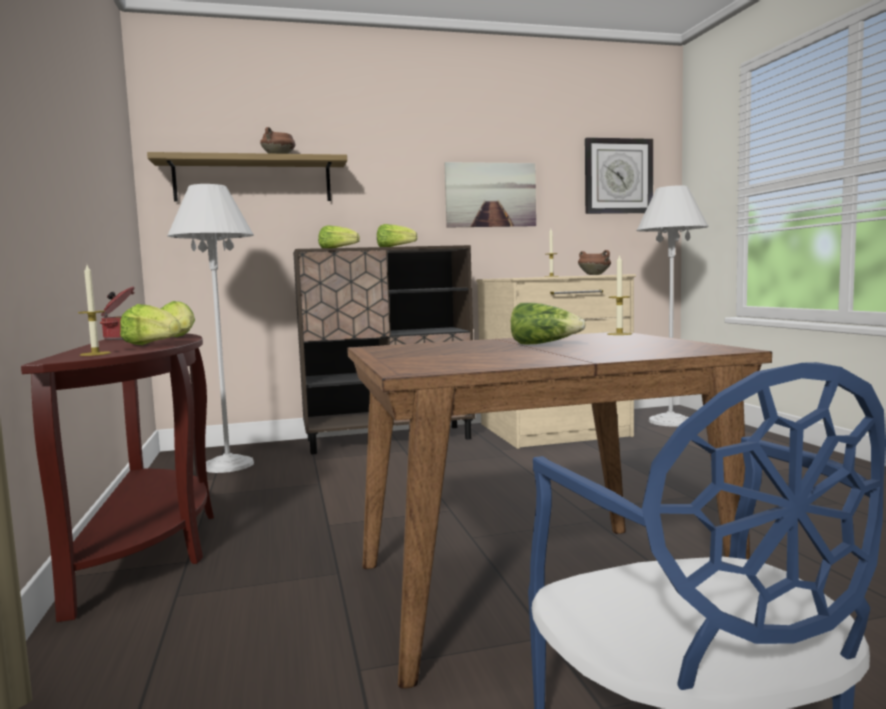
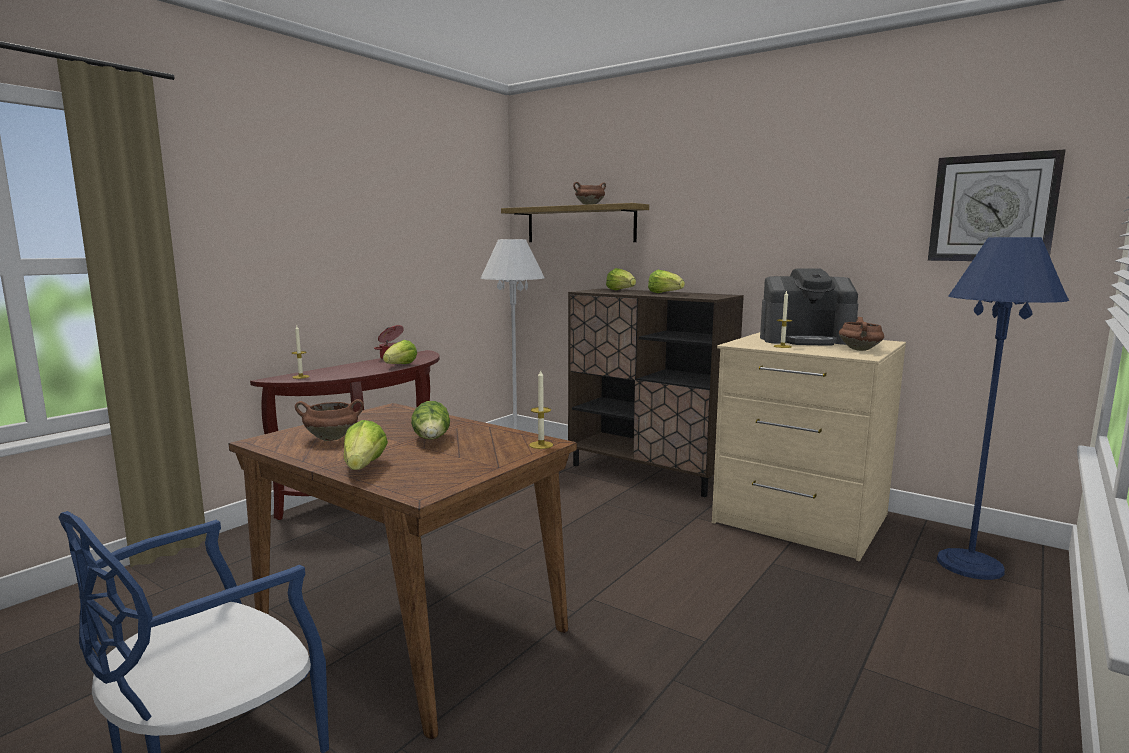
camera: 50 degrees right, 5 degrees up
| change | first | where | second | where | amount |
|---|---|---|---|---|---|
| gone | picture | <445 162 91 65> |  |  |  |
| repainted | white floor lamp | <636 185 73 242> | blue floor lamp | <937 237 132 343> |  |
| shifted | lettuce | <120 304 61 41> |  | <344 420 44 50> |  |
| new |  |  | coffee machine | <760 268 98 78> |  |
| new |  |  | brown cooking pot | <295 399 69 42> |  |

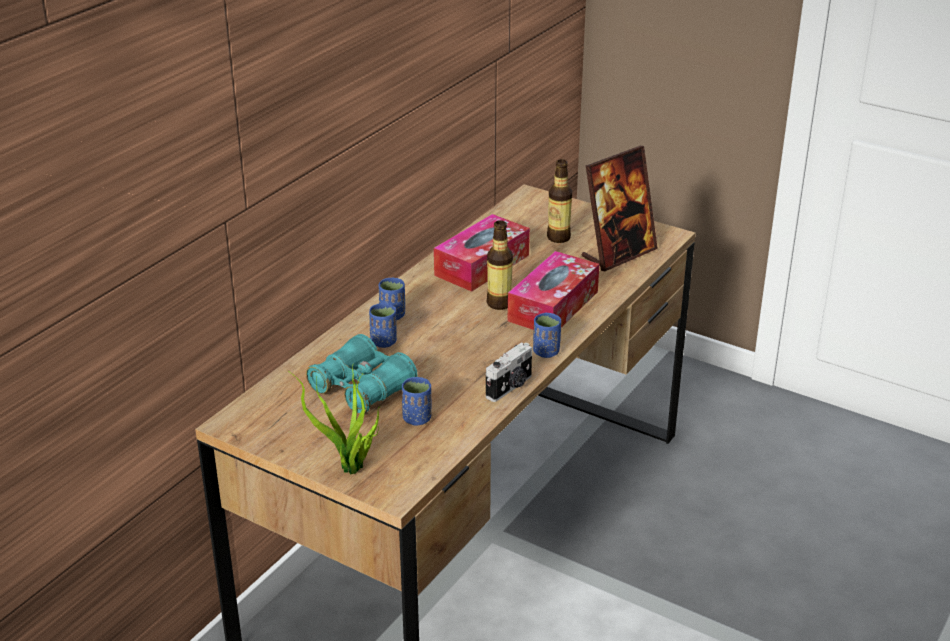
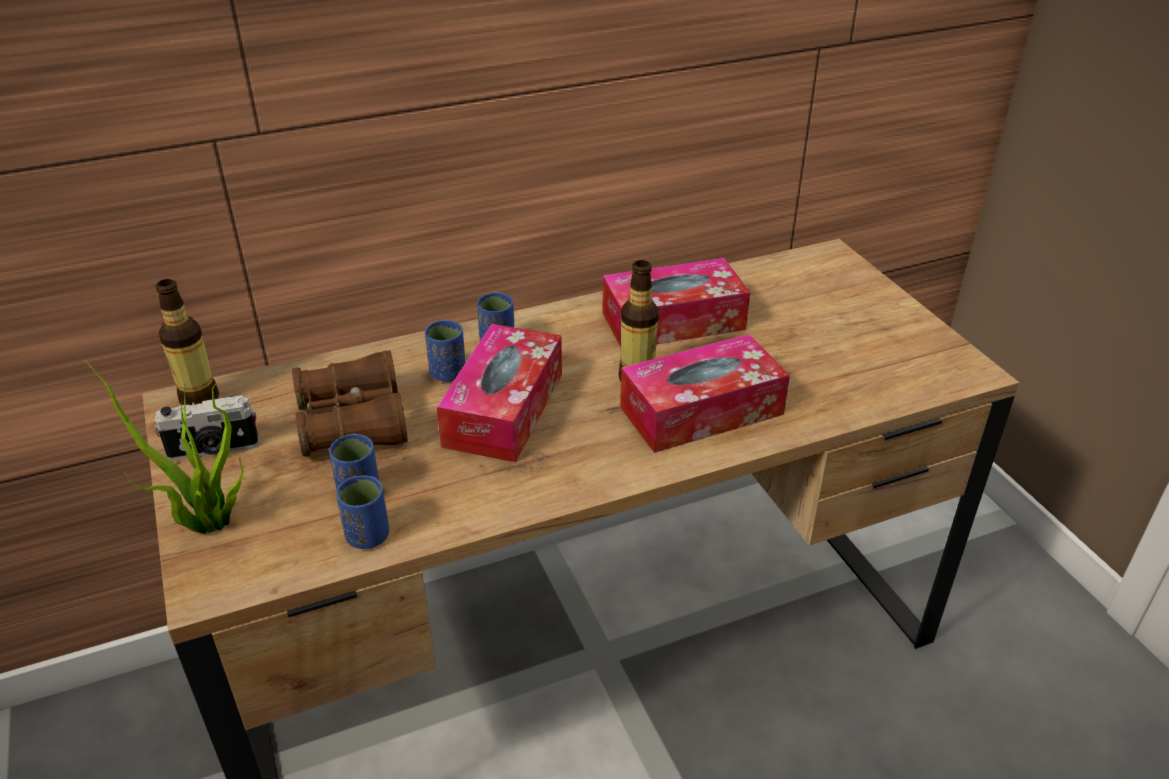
camera: 35 degrees right, 5 degrees up
| change | first | where | second | where | amount |
|---|---|---|---|---|---|
| gone | picture frame | <582 146 76 125> |  |  |  |
| shifted | bottle | <547 159 25 84> |  | <156 279 63 126> |  |
| shifted | blue cup | <533 313 28 45> |  | <336 475 53 74> |  |
| repainted | turquoise binoculars | <306 334 112 80> | brown binoculars | <292 350 116 107> |  |
| shifted | photo camera | <486 342 46 60> |  | <154 395 105 66> |  |
| new |  |  | tissue box | <437 324 125 138> |  |

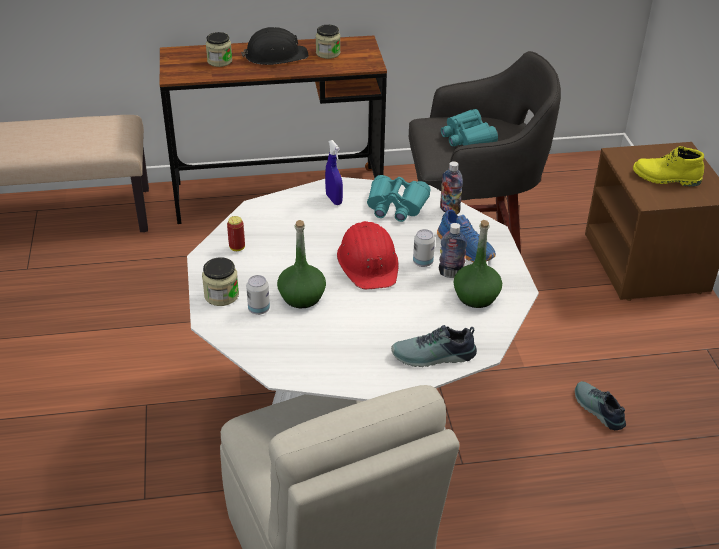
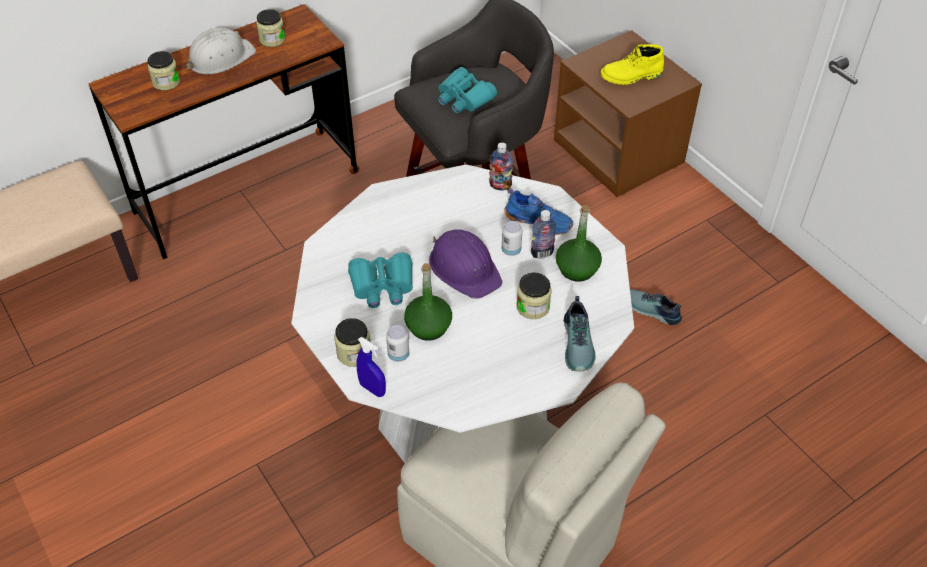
camera: 25 degrees left, 10 degrees up
| change | first | where | second | where | amount |
|---|---|---|---|---|---|
| repainted | black hard hat | <241 27 67 38> | white hard hat | <187 28 69 46> |  |
| shifted | blue spray bottle | <325 140 18 65> |  | <356 337 30 60> |  |
| shifted | turquoise binoculars | <367 175 64 47> |  | <348 253 65 55> |  |
| gone | can | <227 216 18 35> |  |  |  |
| repainted | red hard hat | <337 221 62 68> | purple hard hat | <429 229 73 70> |  |
| rotated | shoe | <391 325 86 42> |  | <564 296 32 76> | 60 degrees counterclockwise |
| new |  |  | jar | <516 273 36 46> |  |

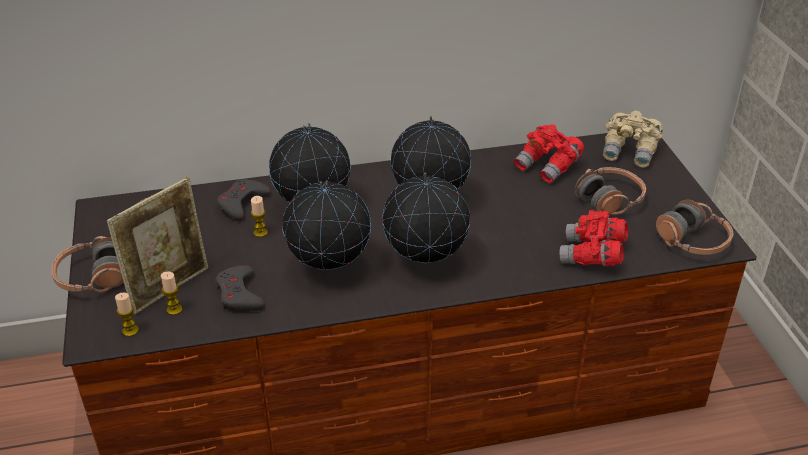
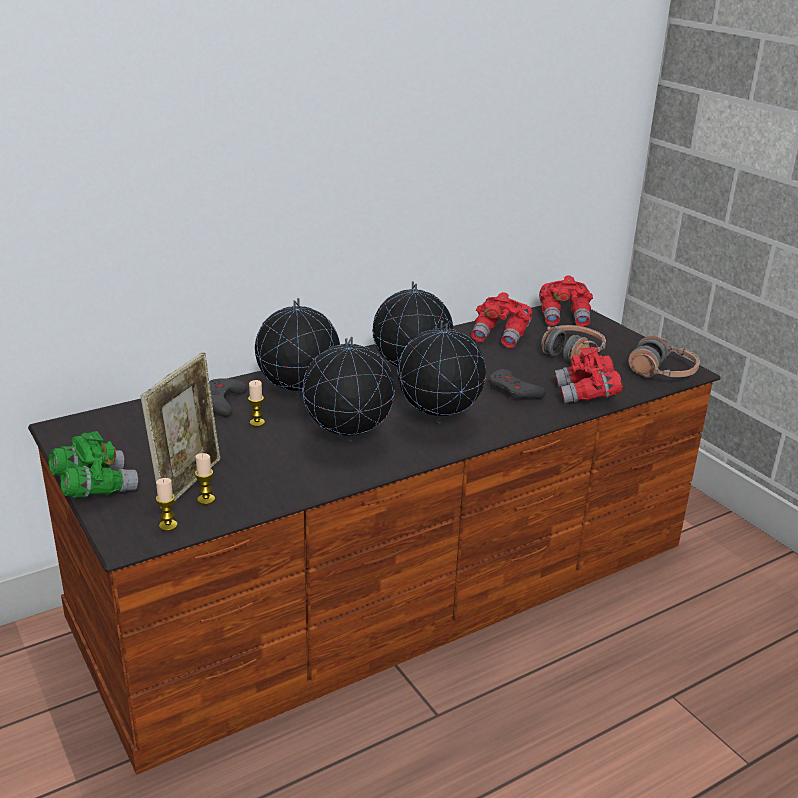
camera: 20 degrees left, 10 degrees down
| change | first | where | second | where | amount |
|---|---|---|---|---|---|
| repainted | beige binoculars | <603 111 60 57> | red binoculars | <539 276 54 51> |  |
| swapped | headphones | <51 236 73 57> | green binoculars | <48 431 90 67> |  |
| shifted | grey game controller | <216 265 49 46> |  | <489 369 57 33> |  |

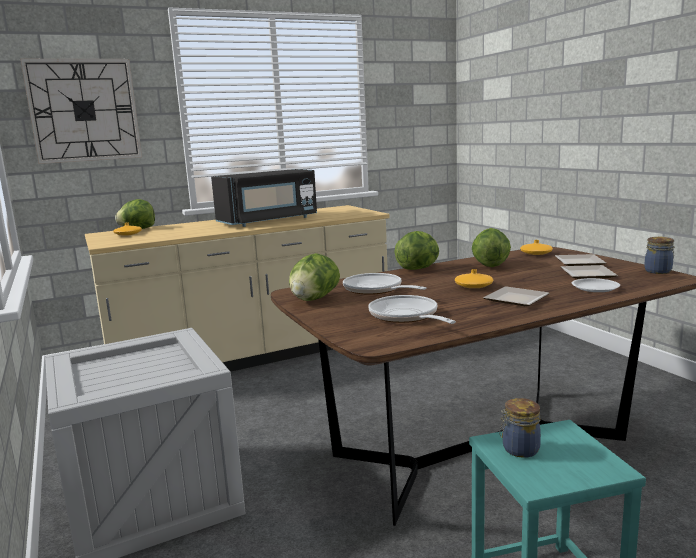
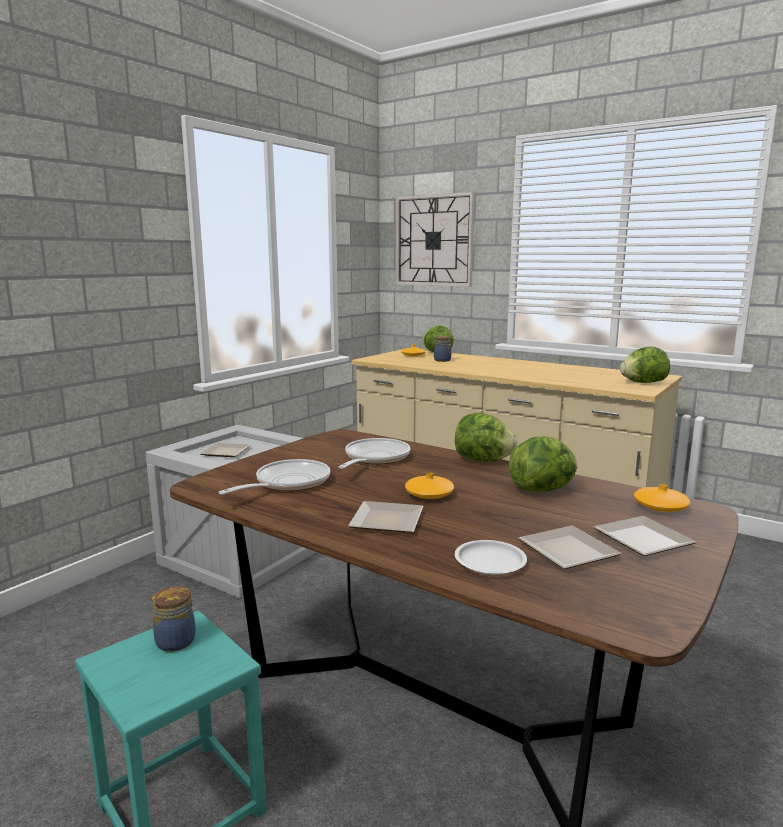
camera: 60 degrees right, 0 degrees up
| change | first | where | second | where | amount |
|---|---|---|---|---|---|
| gone | black microwave | <211 169 106 58> |  |  |  |
| shifted | jar | <644 237 31 37> |  | <434 336 17 26> |  |
| shifted | lettuce | <289 253 51 48> |  | <620 347 50 36> |  |
| new |  |  | plate | <200 443 51 14> |  |

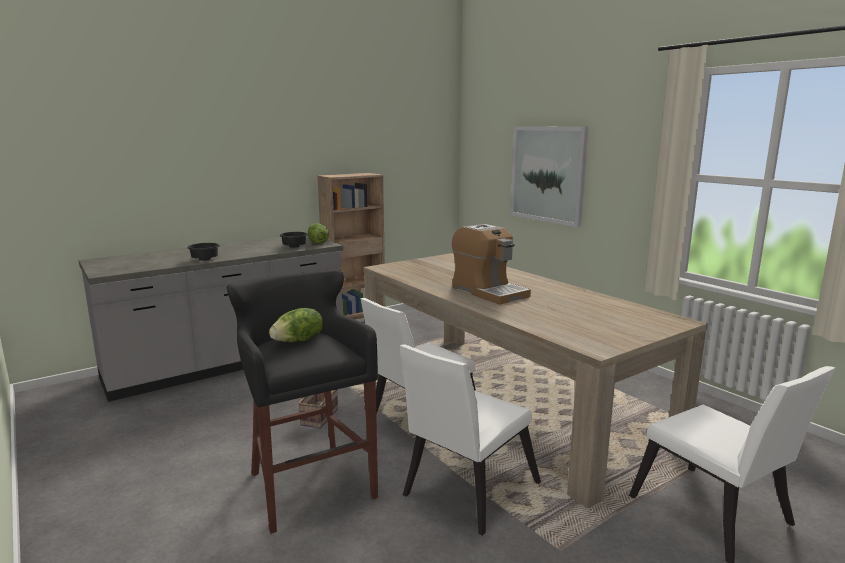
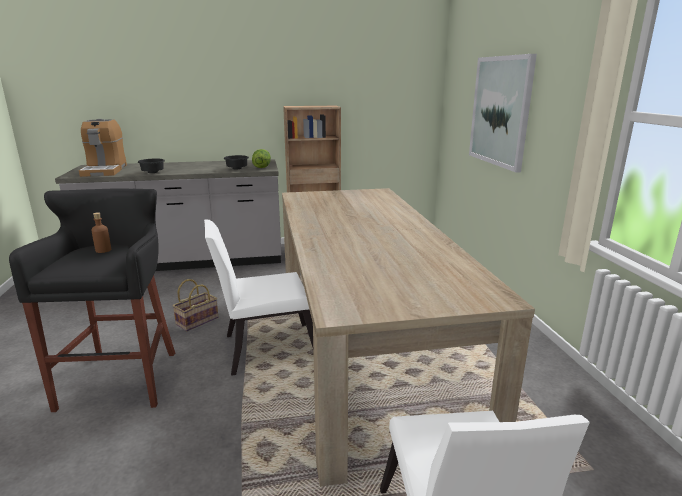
camera: 25 degrees right, 5 degrees up
| change | first | where | second | where | amount |
|---|---|---|---|---|---|
| shifted | coffee machine | <452 224 79 81> |  | <79 119 48 58> |  |
| swapped | lettuce | <269 308 54 34> | brown bottle | <91 212 20 41> |  |
| gone | white chair | <400 344 141 192> |  |  |  |

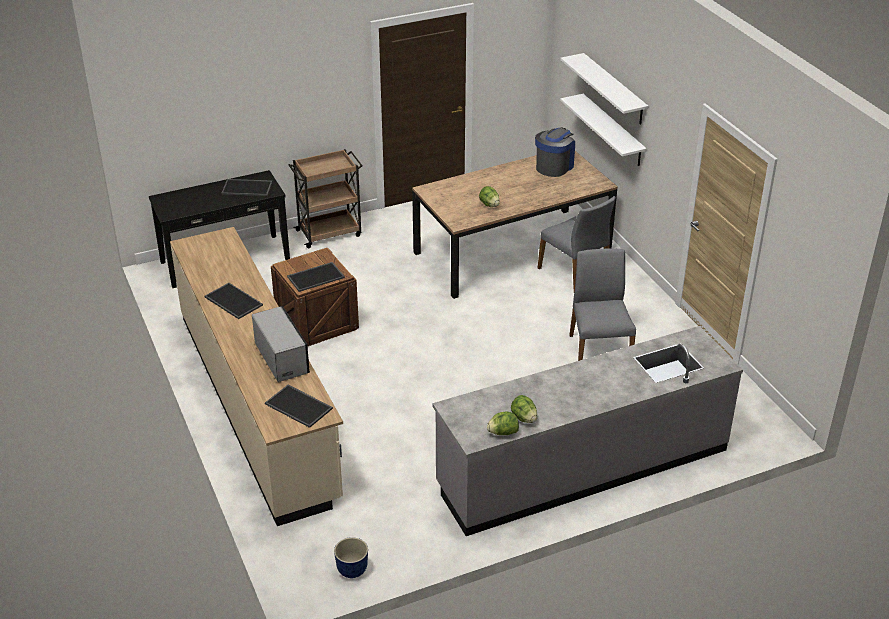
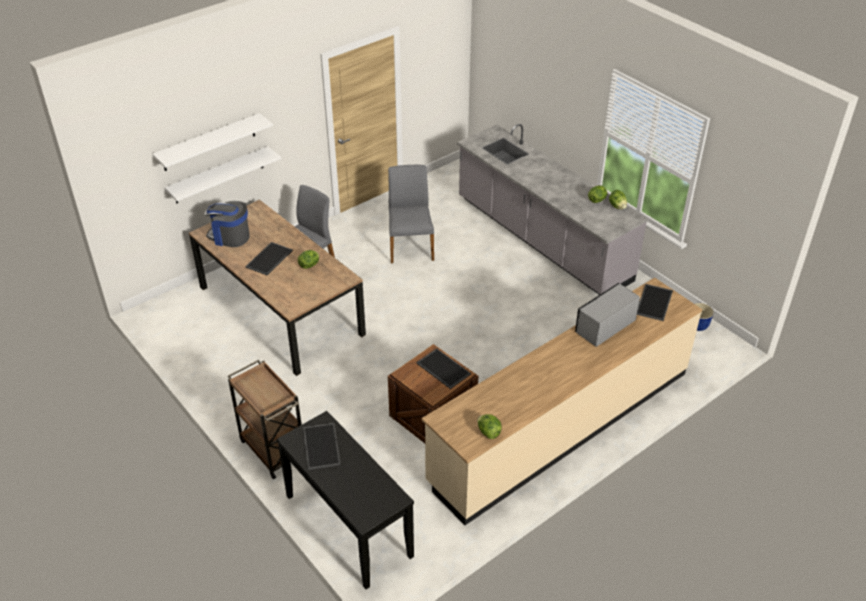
camera: 105 degrees left, 5 degrees up
| change | first | where | second | where | amount |
|---|---|---|---|---|---|
| rotated | grey chair | <569 248 67 113> |  | <388 165 46 98> | 105 degrees clockwise |
| shifted | tray | <204 283 59 36> |  | <246 242 47 34> |  |
| new |  |  | lettuce | <477 414 25 25> |  |

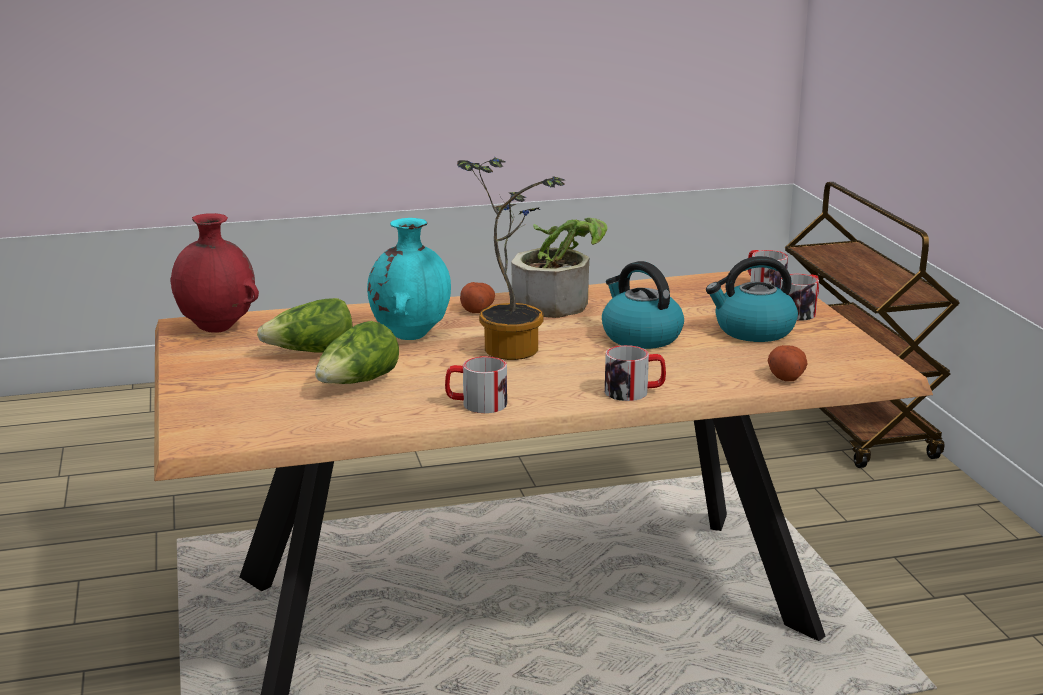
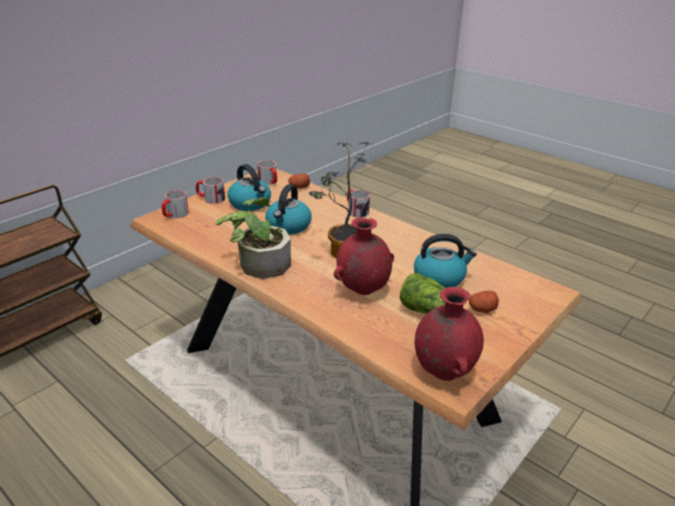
camera: 125 degrees left, 10 degrees up
| change | first | where | second | where | amount |
|---|---|---|---|---|---|
| repainted | turquoise vase | <367 218 84 122> | red vase | <334 217 60 78> |  |
| shifted | potato | <460 282 35 31> |  | <469 290 30 23> |  |
| swapped | lettuce | <315 321 84 63> | kettle | <414 234 63 54> |  |
| shifted | mug | <445 356 62 57> |  | <257 160 20 25> |  |

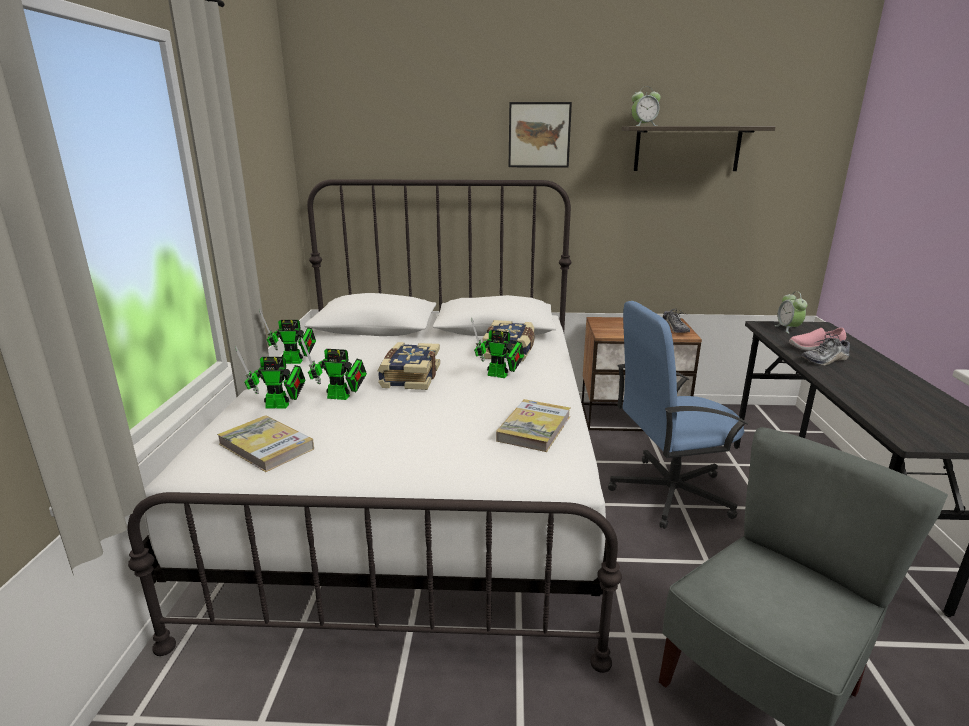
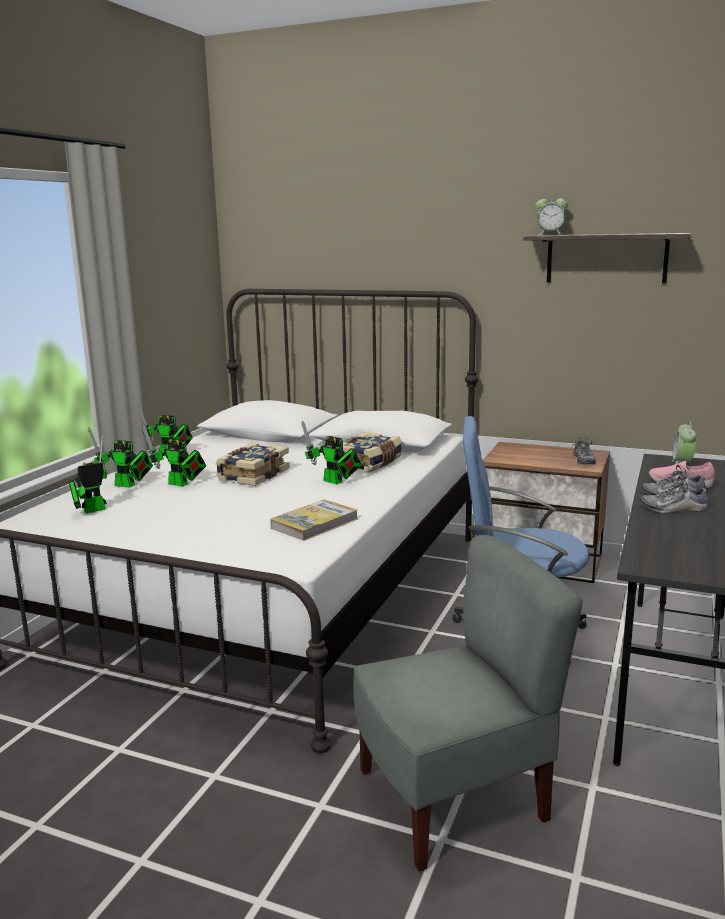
camera: 20 degrees right, 5 degrees down
| change | first | where | second | where | amount |
|---|---|---|---|---|---|
| gone | picture | <509 102 63 66> |  |  |  |
| swapped | book | <217 415 97 57> | toy robot | <68 435 39 78> |  |
| new |  |  | shoe | <640 477 68 36> |  |

